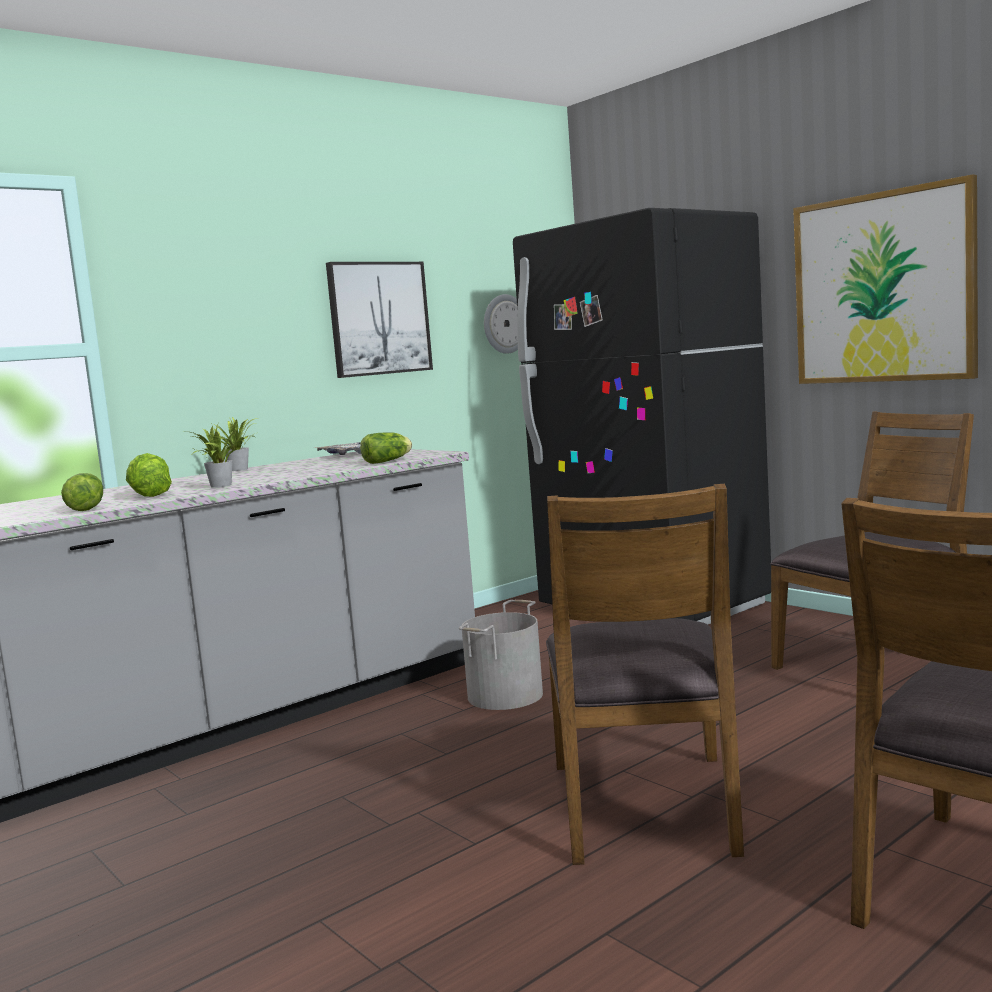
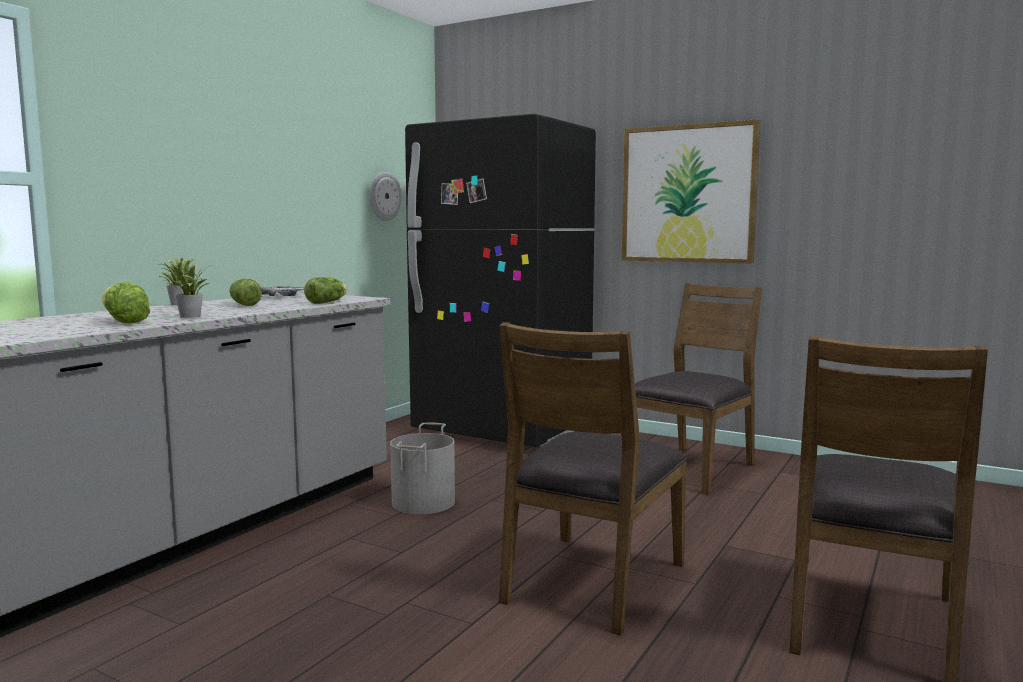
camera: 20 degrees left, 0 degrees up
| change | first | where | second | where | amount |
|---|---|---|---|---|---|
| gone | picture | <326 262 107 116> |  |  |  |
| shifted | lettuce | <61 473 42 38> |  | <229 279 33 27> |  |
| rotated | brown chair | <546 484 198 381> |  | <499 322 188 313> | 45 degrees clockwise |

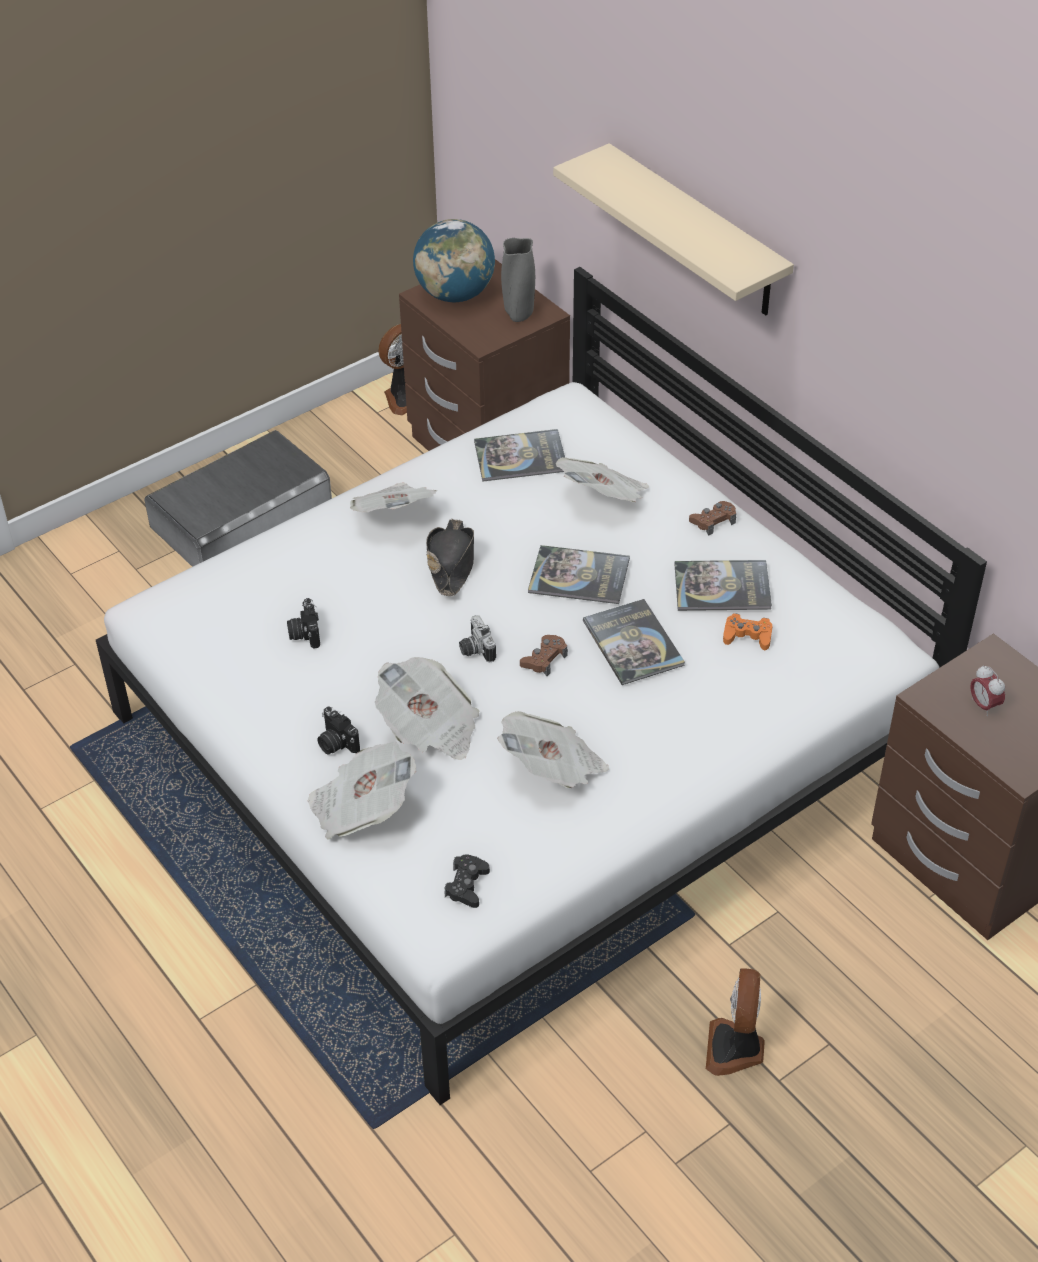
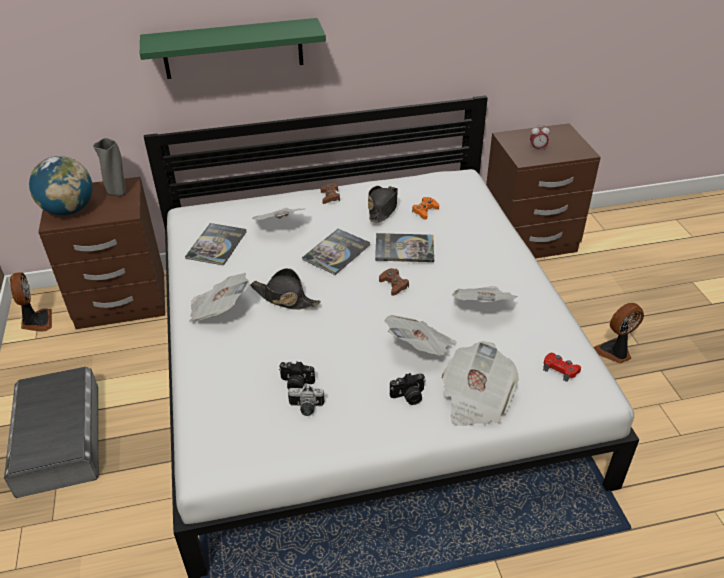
camera: 65 degrees left, 5 degrees down
| change | first | where | second | where | amount |
|---|---|---|---|---|---|
| repainted | beige shelf | <553 143 241 172> | green shelf | <140 18 186 61> |  |
| swapped | book | <675 560 97 51> | black hat | <368 186 30 37> |  |
| shifted | photo camera | <459 615 37 48> |  | <288 385 37 31> |  |
| repainted | black game controller | <445 854 45 54> | red game controller | <543 353 38 29> |  |
| rotated | fan | <706 968 59 108> |  | <594 303 50 61> | 120 degrees clockwise |

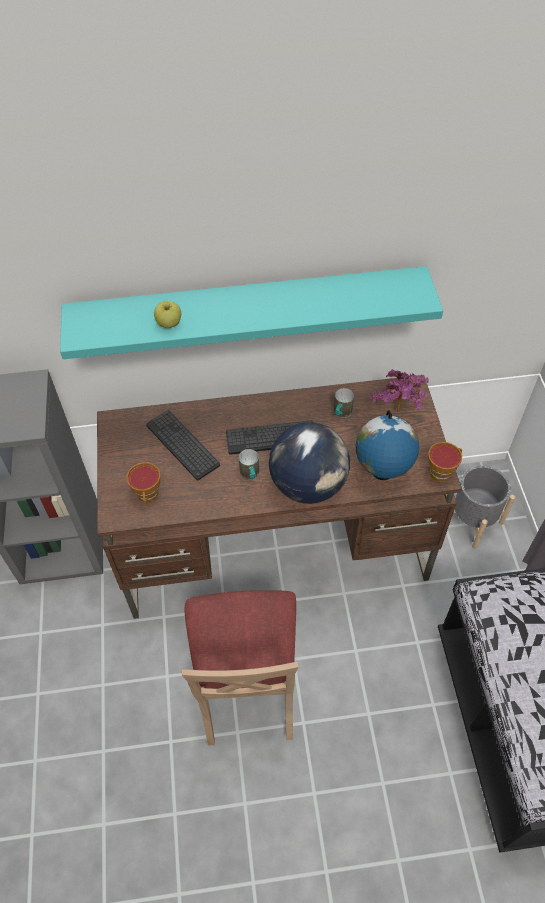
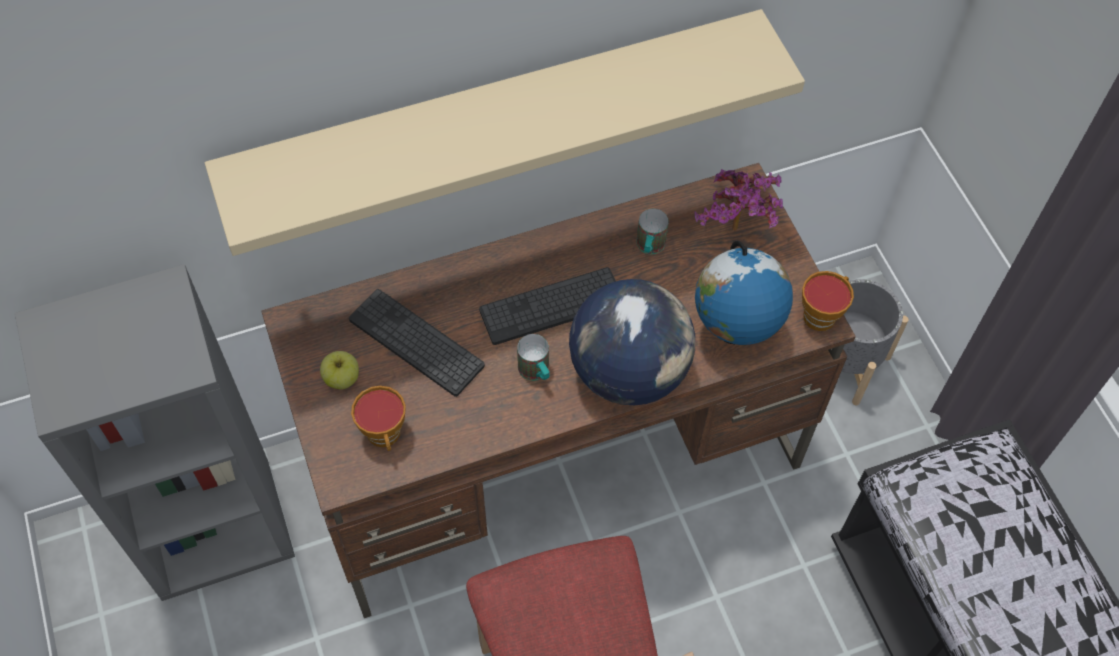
camera: 15 degrees left, 5 degrees up
| change | first | where | second | where | amount |
|---|---|---|---|---|---|
| repainted | turquoise shelf | <60 266 383 93> | beige shelf | <205 9 600 247> |  |
| shifted | apple | <154 301 27 27> |  | <320 351 39 38> |  |

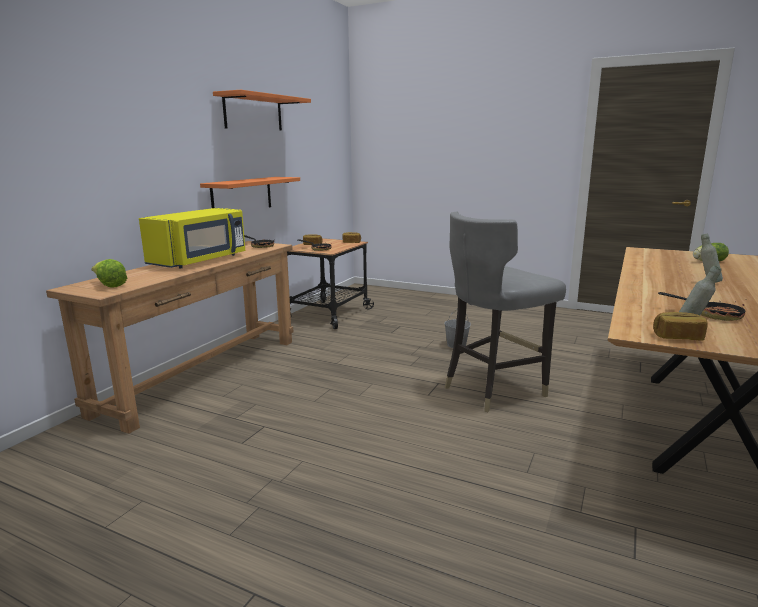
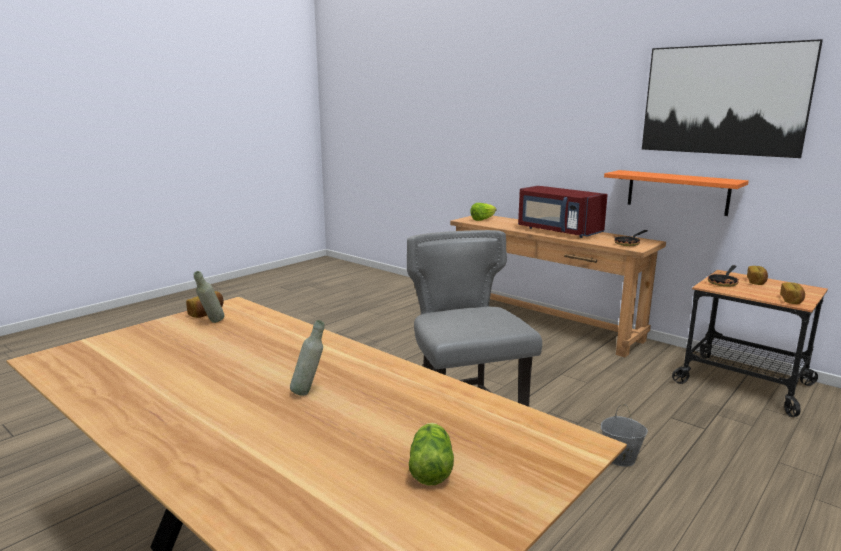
camera: 105 degrees right, 0 degrees up
| change | first | where | second | where | amount |
|---|---|---|---|---|---|
| swapped | orange shelf | <213 90 98 40> | picture | <642 39 181 119> |  |
| repainted | yellow microwave | <139 208 106 60> | red microwave | <518 186 90 52> |  |
| gone | frying pan | <658 292 87 29> |  |  |  |

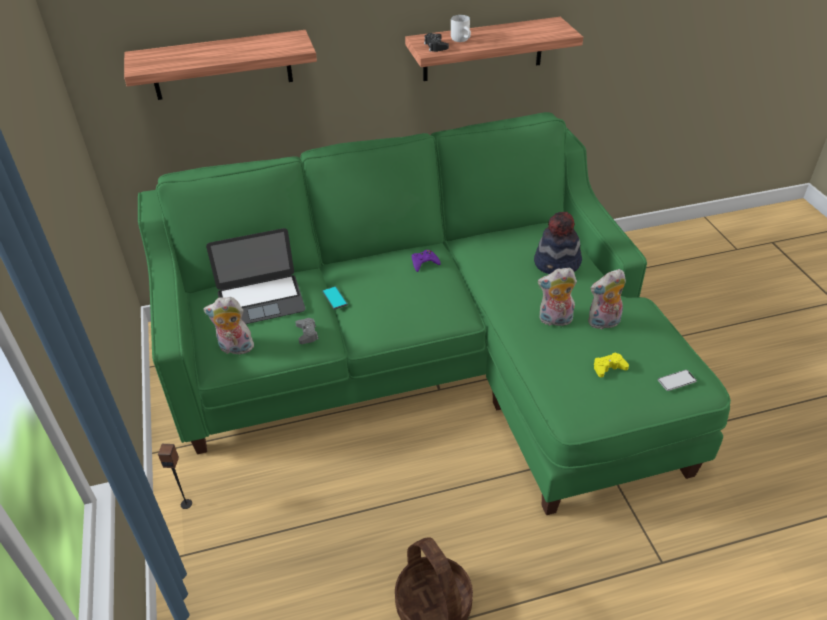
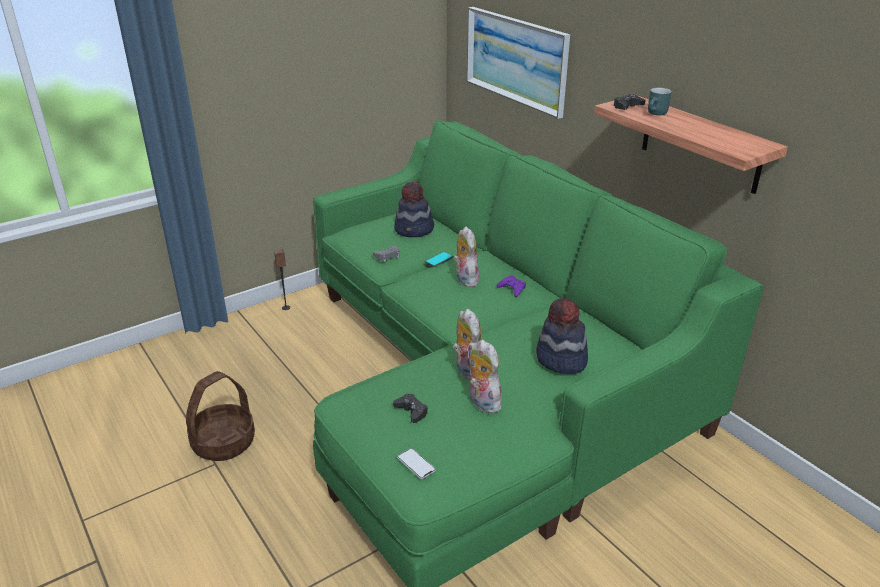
camera: 70 degrees right, 10 degrees down
| change | first | where | second | where | amount |
|---|---|---|---|---|---|
| repainted | white mug | <451 15 20 27> | turquoise mug | <648 88 24 27> |  |
| swapped | shelf | <124 30 193 70> | picture | <467 7 103 112> |  |
| swapped | laptop | <206 228 99 96> | hat | <394 181 40 56> |  |
| shifted | plush toy | <203 297 51 58> |  | <453 227 28 60> |  |
| repainted | yellow game controller | <594 352 35 26> | black game controller | <393 394 35 29> |  |

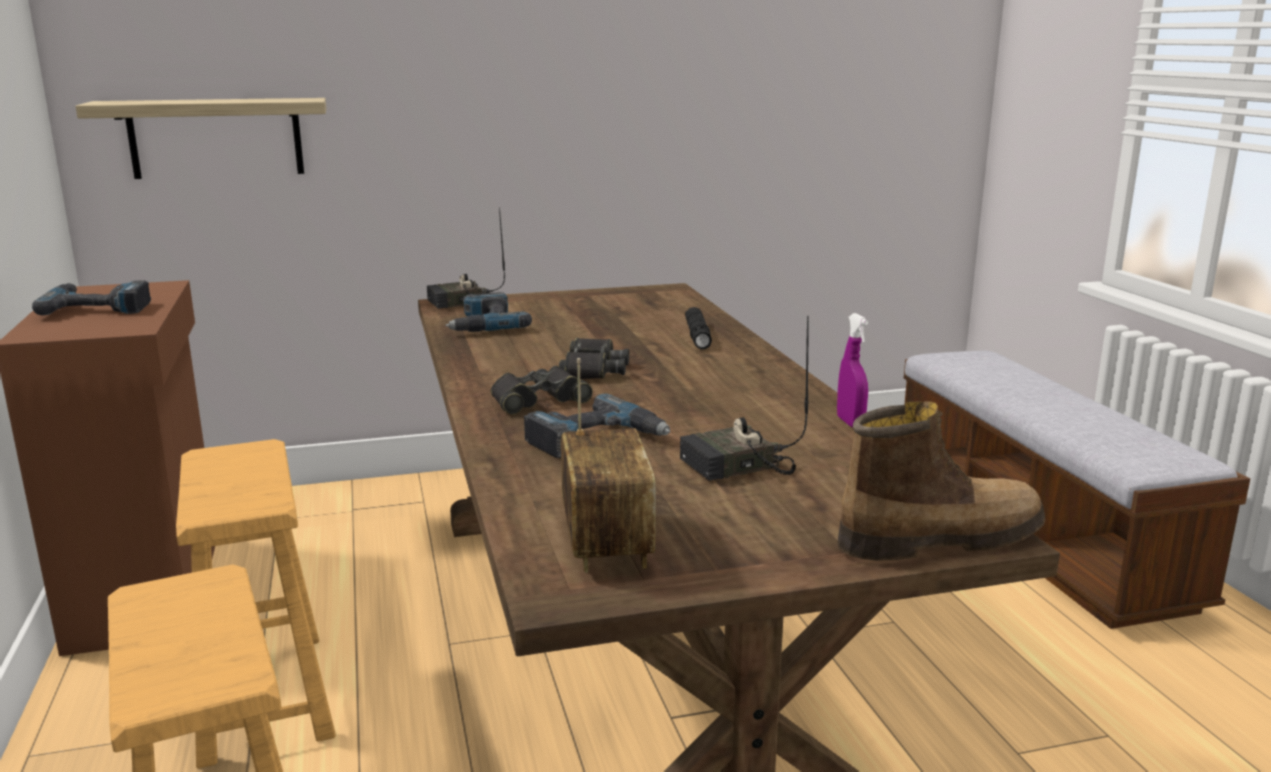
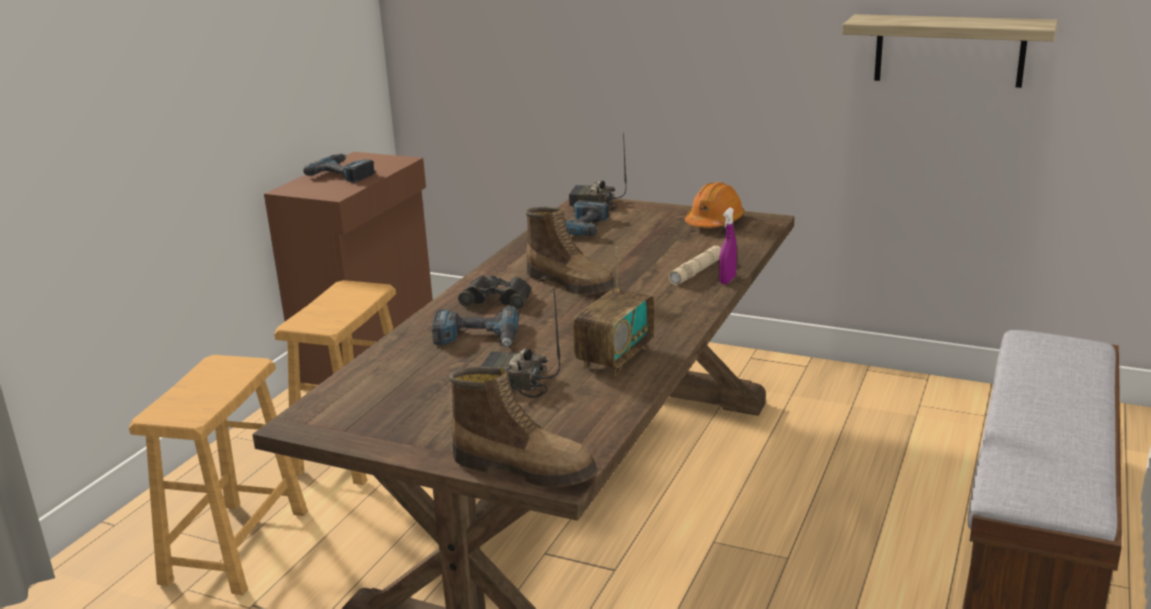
camera: 40 degrees right, 5 degrees up
| change | first | where | second | where | amount |
|---|---|---|---|---|---|
| shifted | shelf | <75 98 252 81> |  | <842 14 216 74> |  |
| repainted | black flashlight | <685 307 27 42> | beige flashlight | <669 246 52 39> |  |
| shifted | purple spray bottle | <837 313 31 114> |  | <719 208 18 76> |  |
| swapped | black binoculars | <559 338 70 41> | boot | <525 207 90 87> |  |
| shifted | radio | <561 358 95 215> |  | <573 247 81 129> |  |
| new |  |  | orange hard hat | <685 182 60 46> |  |

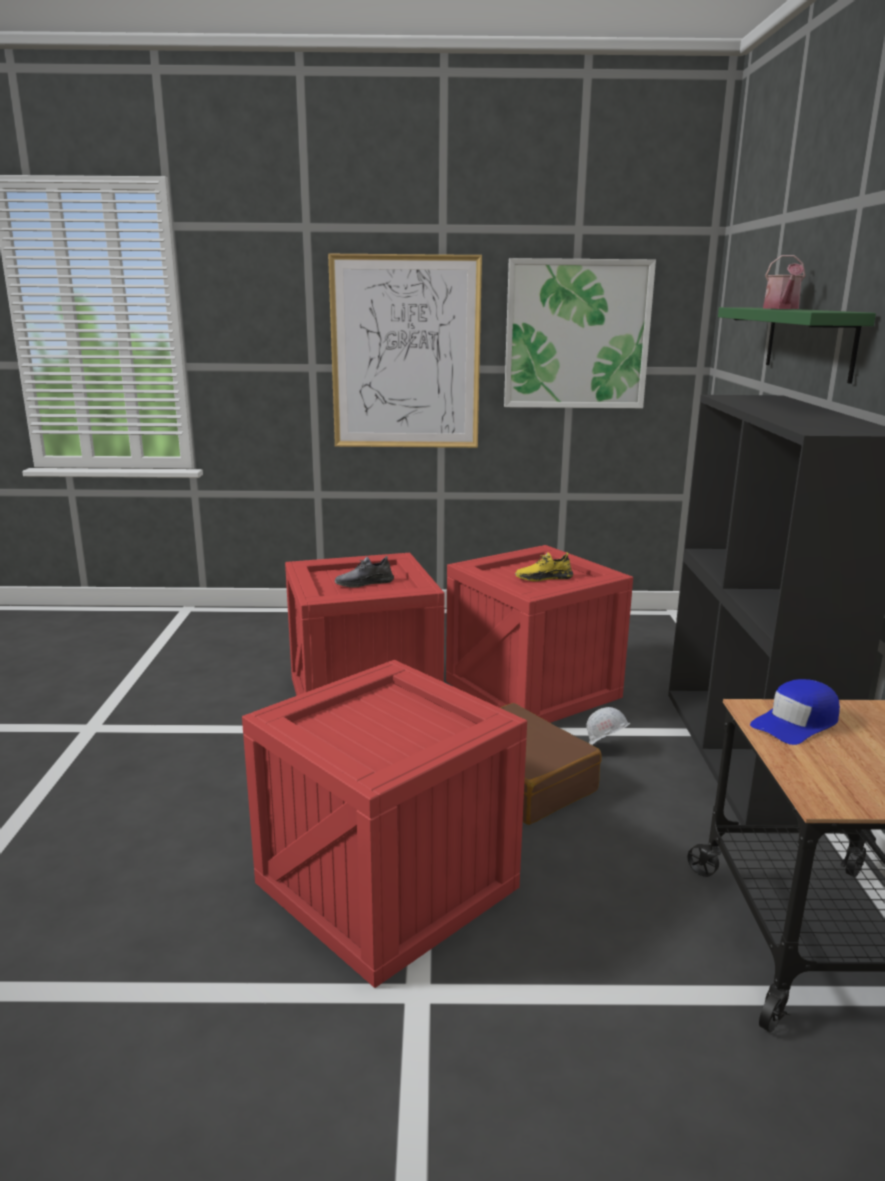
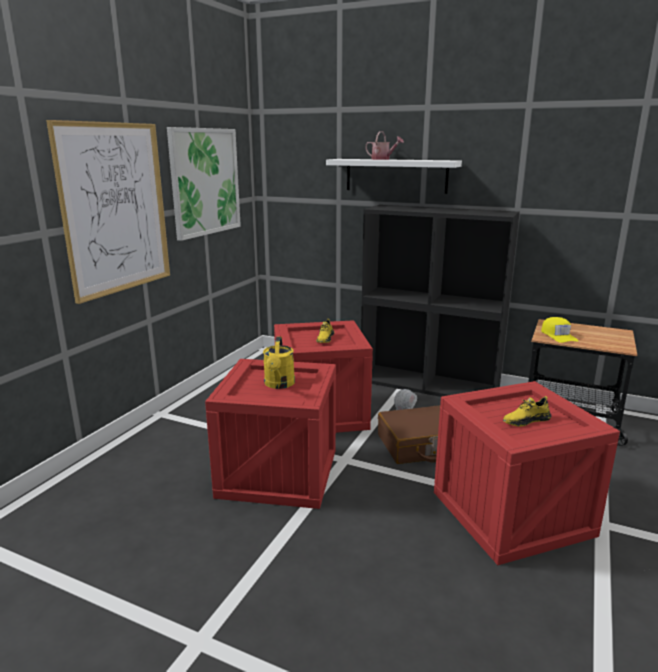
camera: 65 degrees left, 0 degrees up
| change | first | where | second | where | amount |
|---|---|---|---|---|---|
| repainted | green shelf | <718 307 158 77> | white shelf | <326 159 136 35> |  |
| swapped | grey shoe | <335 556 59 31> | yellow watering can | <263 336 32 53> |  |
| repainted | blue cap | <750 679 90 66> | yellow cap | <541 317 38 26> |  |
| new |  |  | yellow shoe | <503 396 48 31> |  |

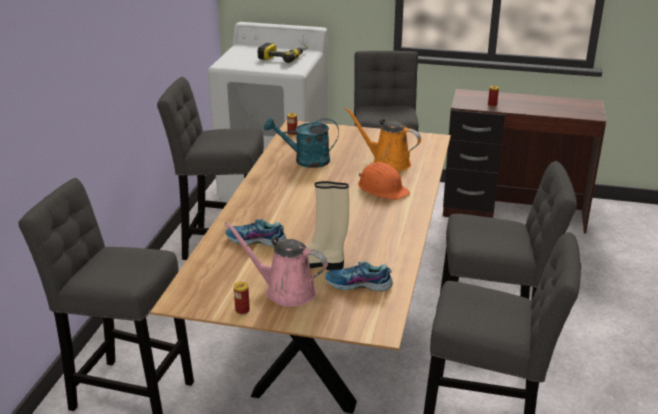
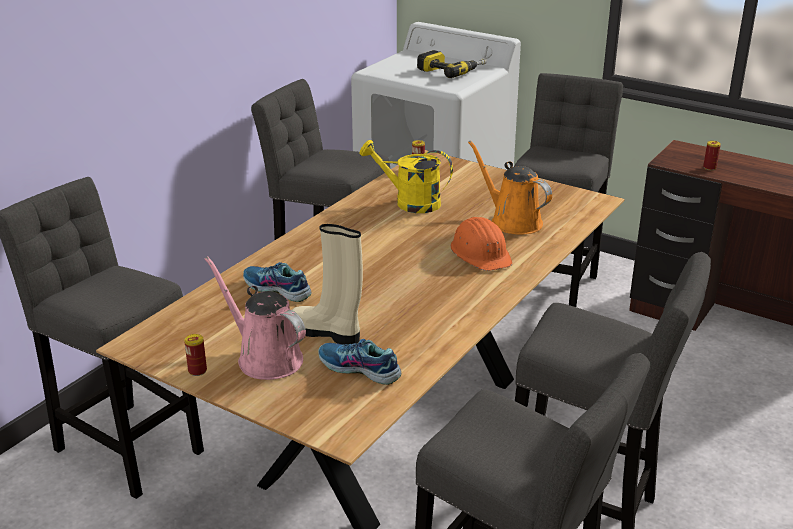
camera: 20 degrees right, 0 degrees up
| change | first | where | second | where | amount |
|---|---|---|---|---|---|
| repainted | turquoise watering can | <264 117 75 51> | yellow watering can | <360 140 93 73> |  |

